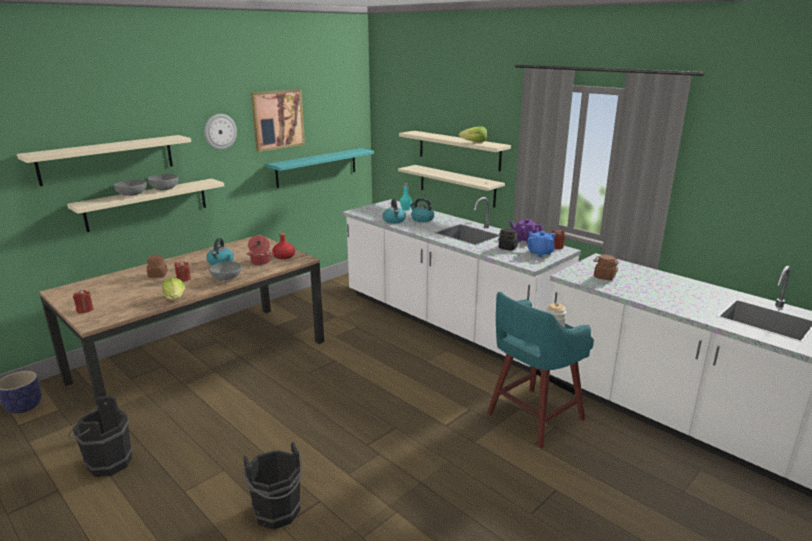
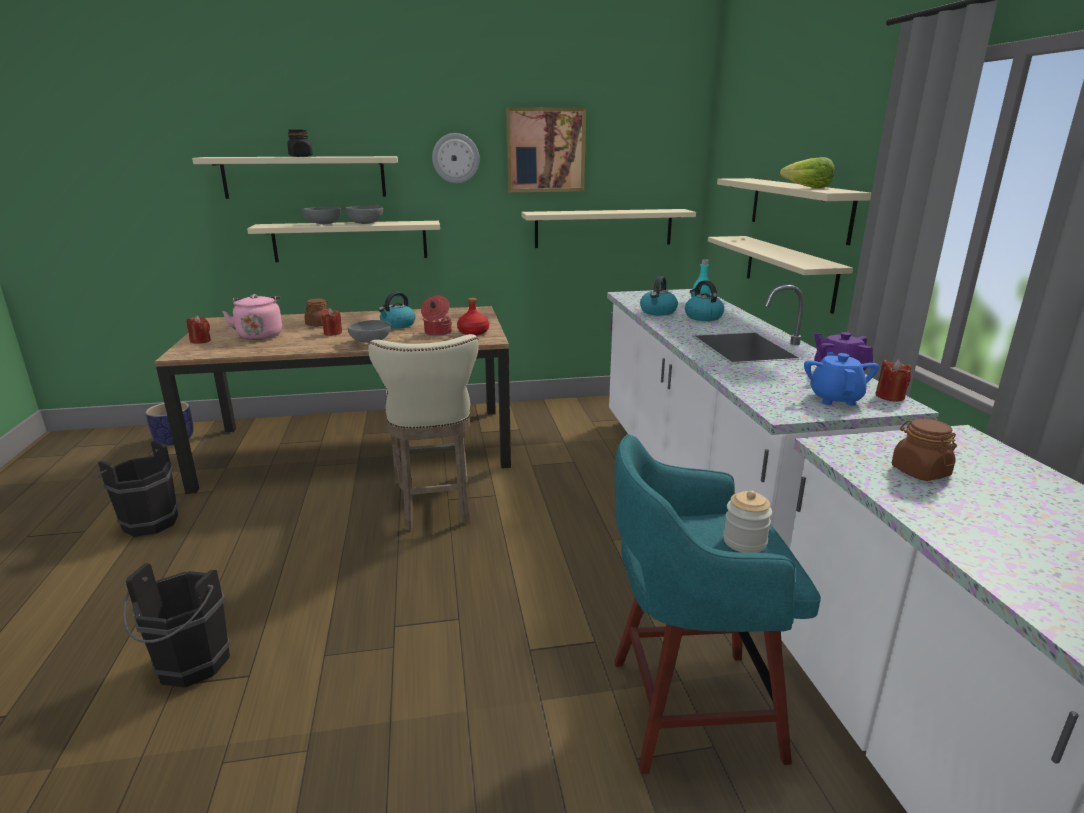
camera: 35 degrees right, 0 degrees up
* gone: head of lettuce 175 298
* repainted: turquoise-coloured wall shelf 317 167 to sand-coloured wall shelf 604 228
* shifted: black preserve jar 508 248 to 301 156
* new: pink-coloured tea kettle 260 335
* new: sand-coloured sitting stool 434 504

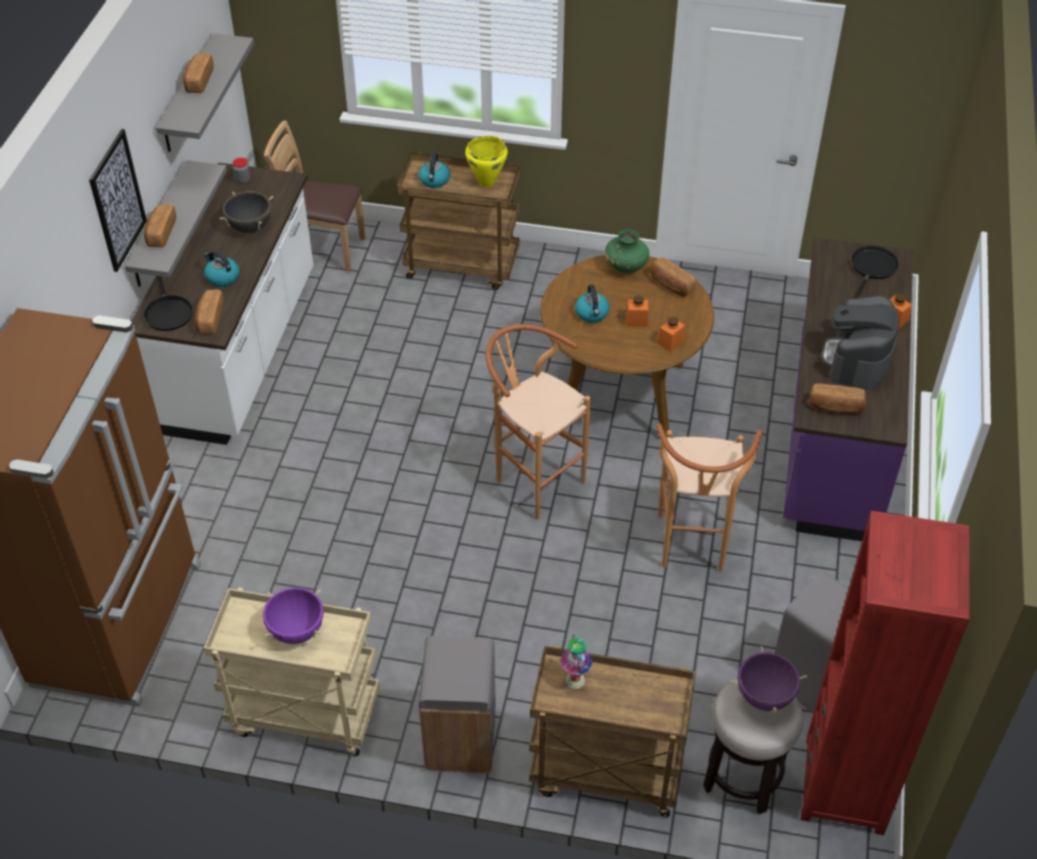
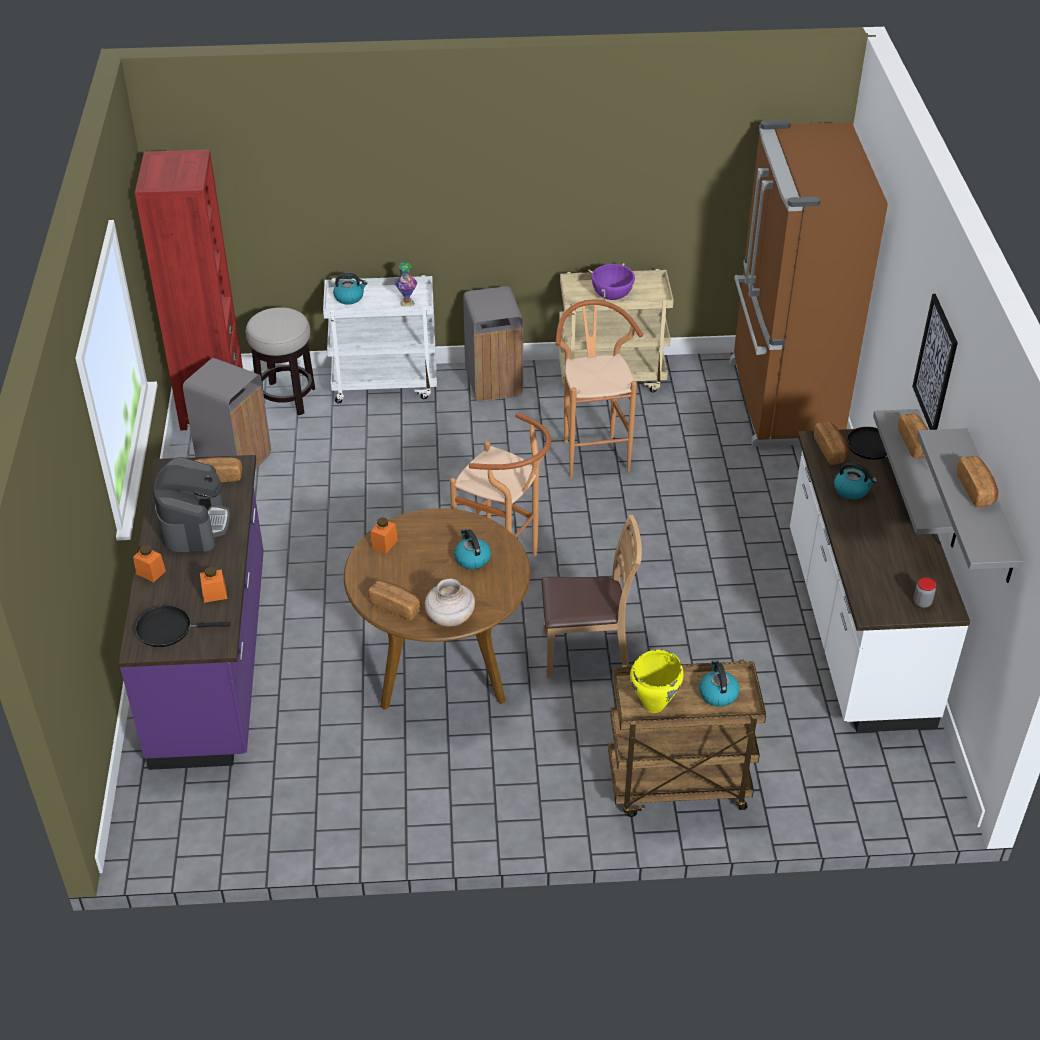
camera: 165 degrees right, 5 degrees down
* gone: black cooking pot 250 227
* shifted: brown upright chair 323 249 to 587 652
* repainted: brown cart 605 774 to whitish cart 385 384
* repainted: green vase 626 266 to sand-coloured vase 450 618
* shifted: orangey preserve jar 636 320 to 214 594
* shifted: brown sitting stool 692 550 to 592 451
* gone: purplish cooking pot 764 696
* rotated: black frying pan 872 268 = 169 629 75 degrees clockwise
* new: tea kettle 349 297

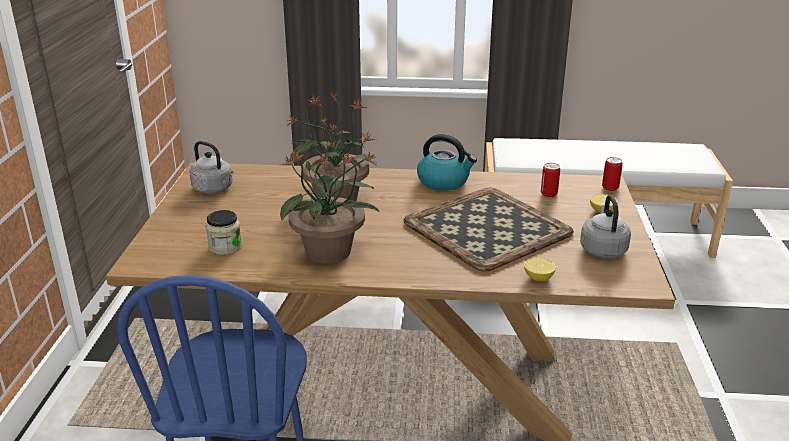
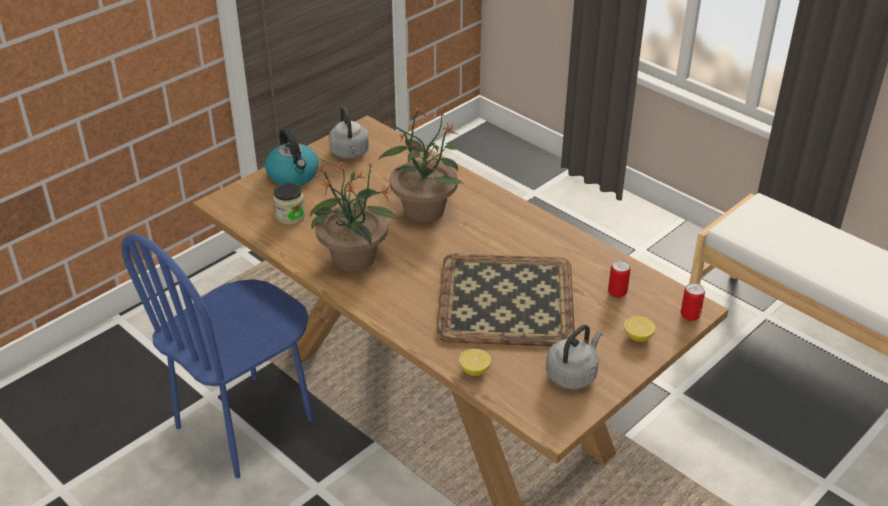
camera: 40 degrees right, 10 degrees up
* shifted: tea kettle 444 181 to 293 175

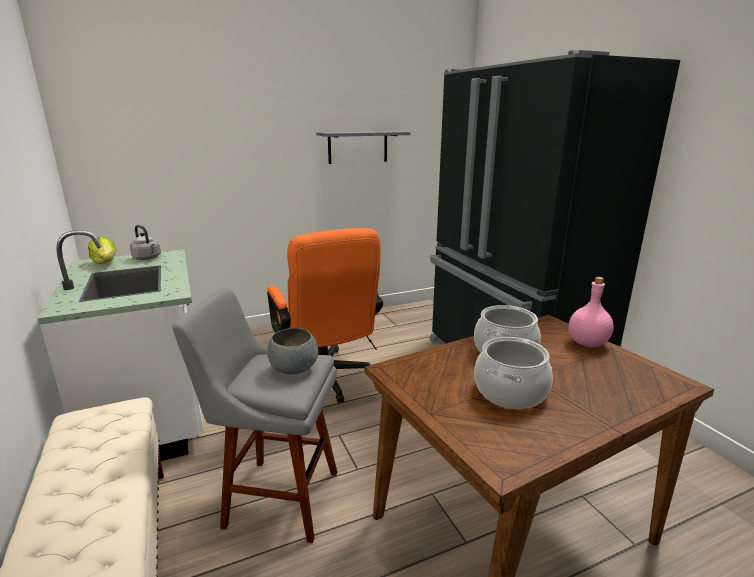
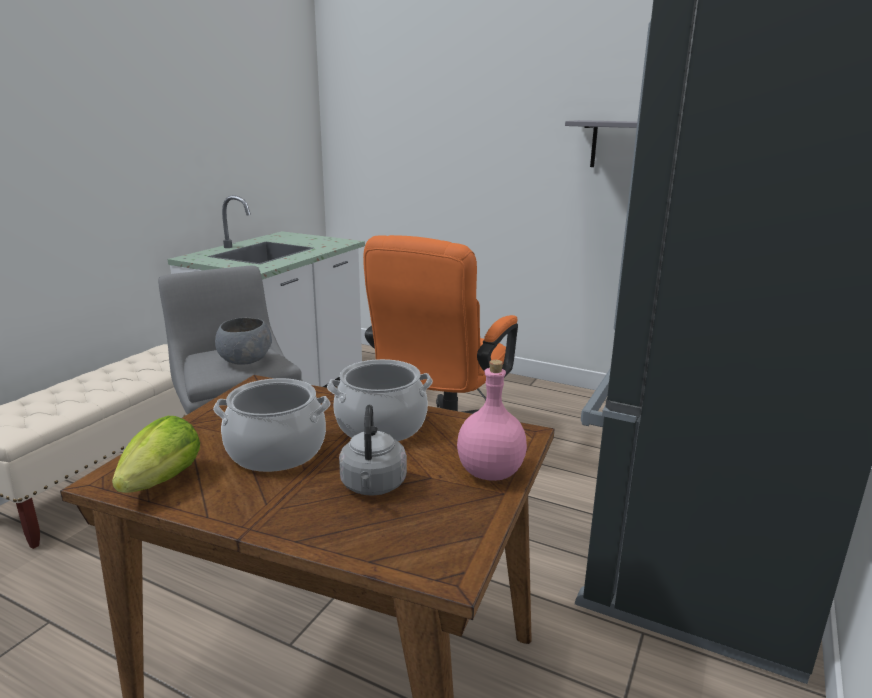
camera: 50 degrees right, 0 degrees up
* shifted: head of lettuce 106 263 to 163 481
* shifted: gray tea kettle 148 258 to 373 486

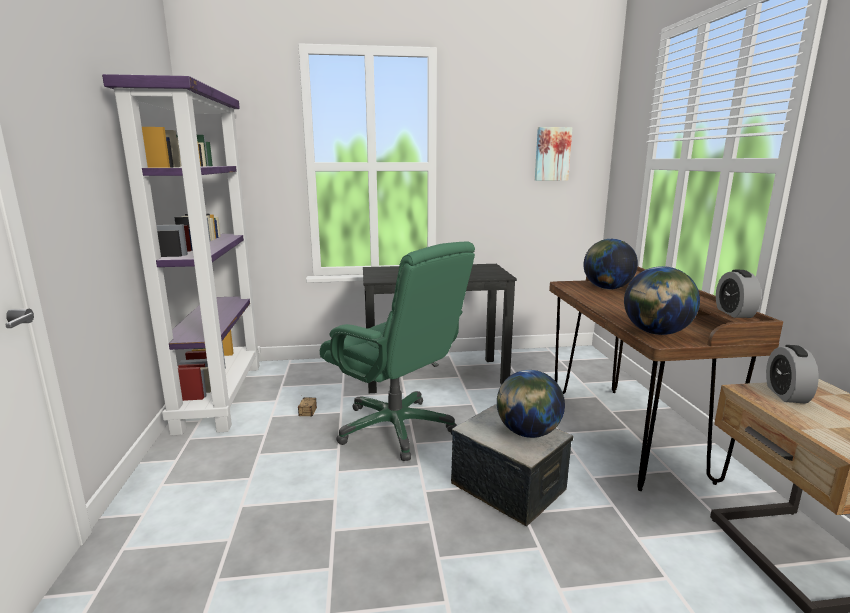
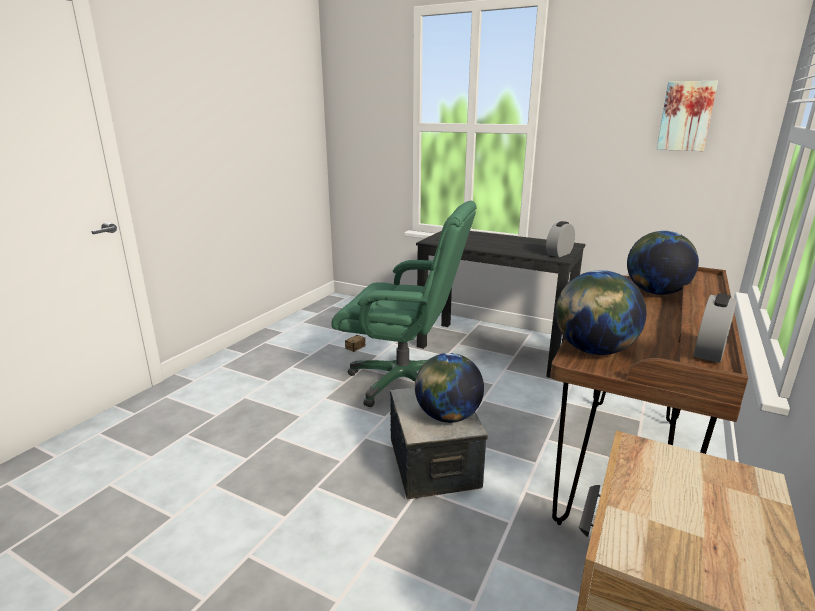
camera: 35 degrees right, 5 degrees up
* gone: purplish bookshelf 220 395
* rotated: green desk chair 396 428 = 404 382 60 degrees counterclockwise
* shifted: bedside clock 786 395 to 559 254

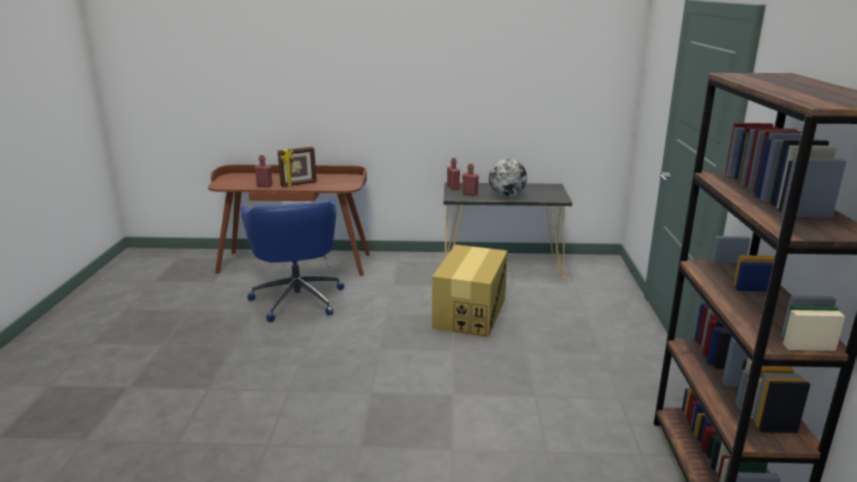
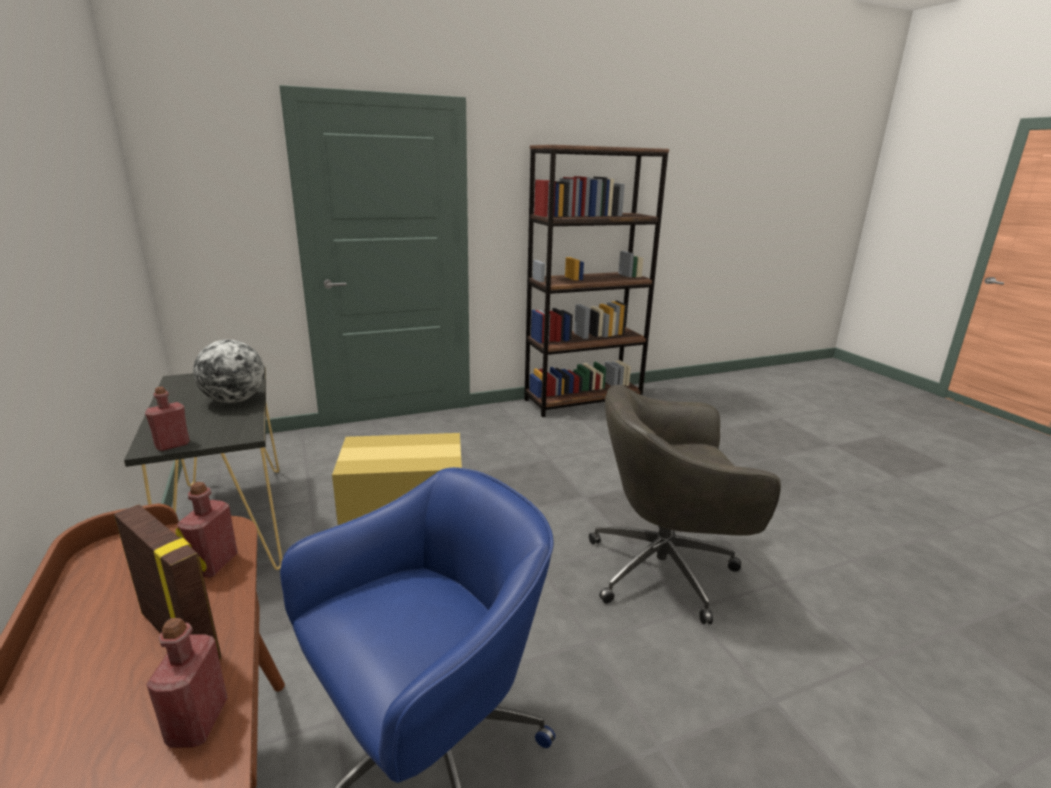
camera: 115 degrees left, 0 degrees up
* shifted: red-coloured bottle 470 194 to 214 564
* new: gray desk chair 665 569

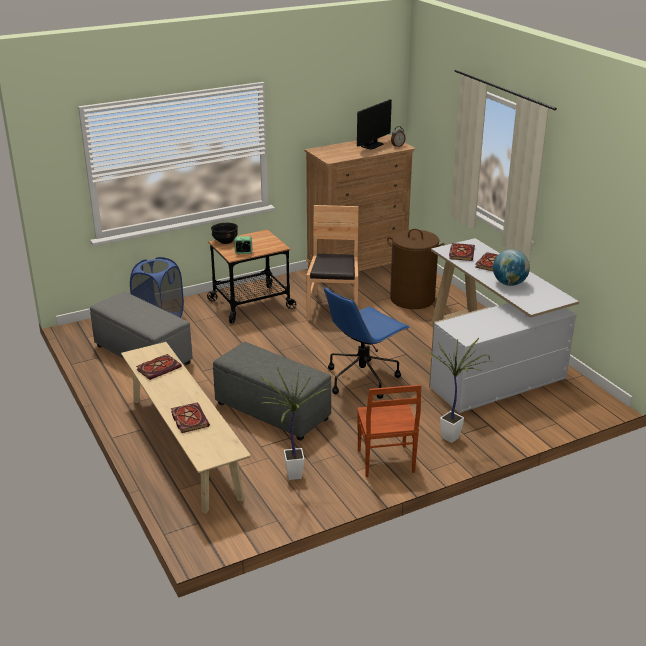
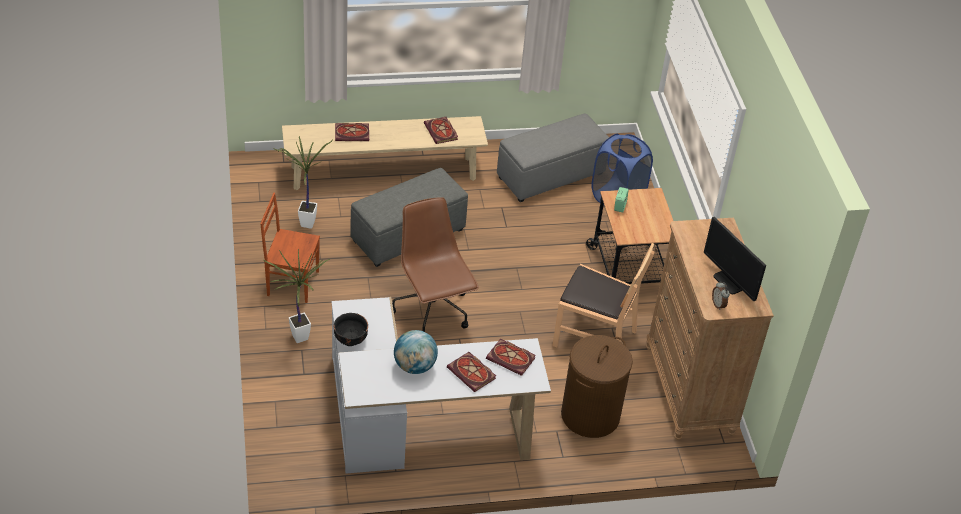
camera: 105 degrees right, 15 degrees up
* shifted: black deep dish 225 241 to 350 339
* repainted: blue-coloured desk chair 362 378 to brown desk chair 432 312

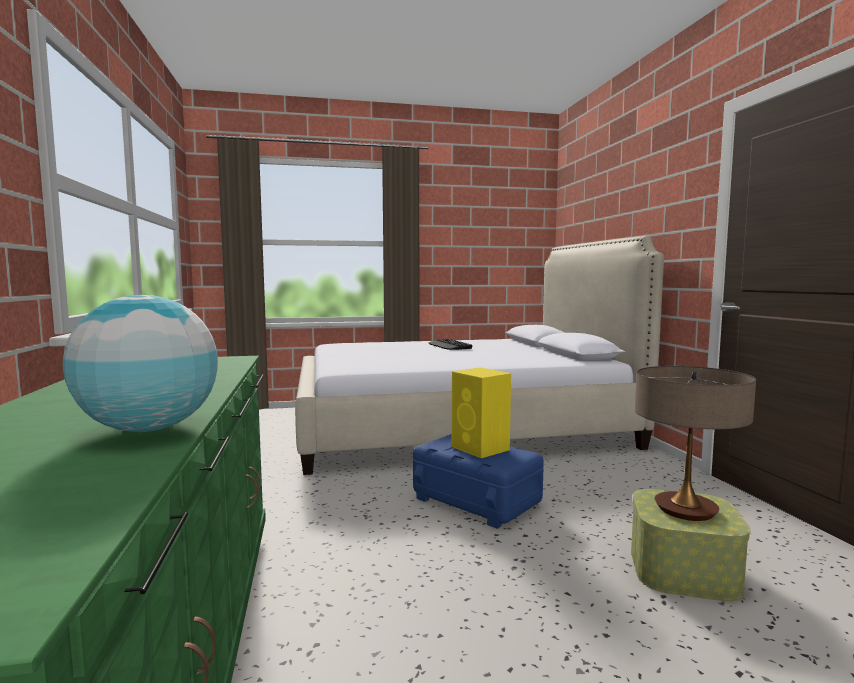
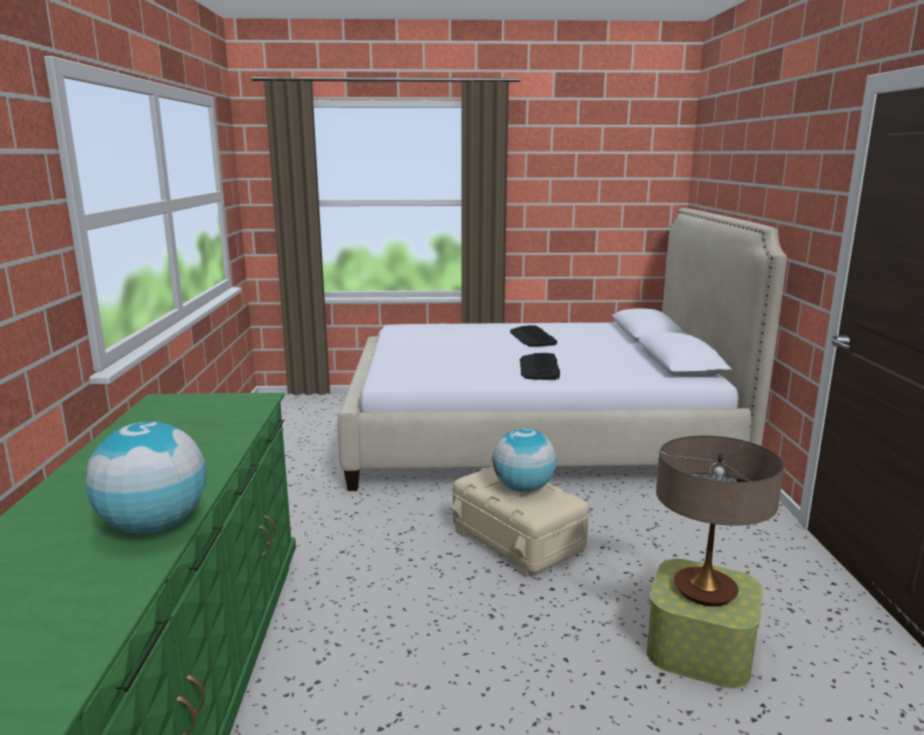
camera: 10 degrees right, 10 degrees up
* repainted: blue-coloured storage bin 476 500 to sand-coloured storage bin 518 540
* swapped: yellow-coloured loudspeaker 481 448 to desk globe 523 488
* new: keyboard 539 368

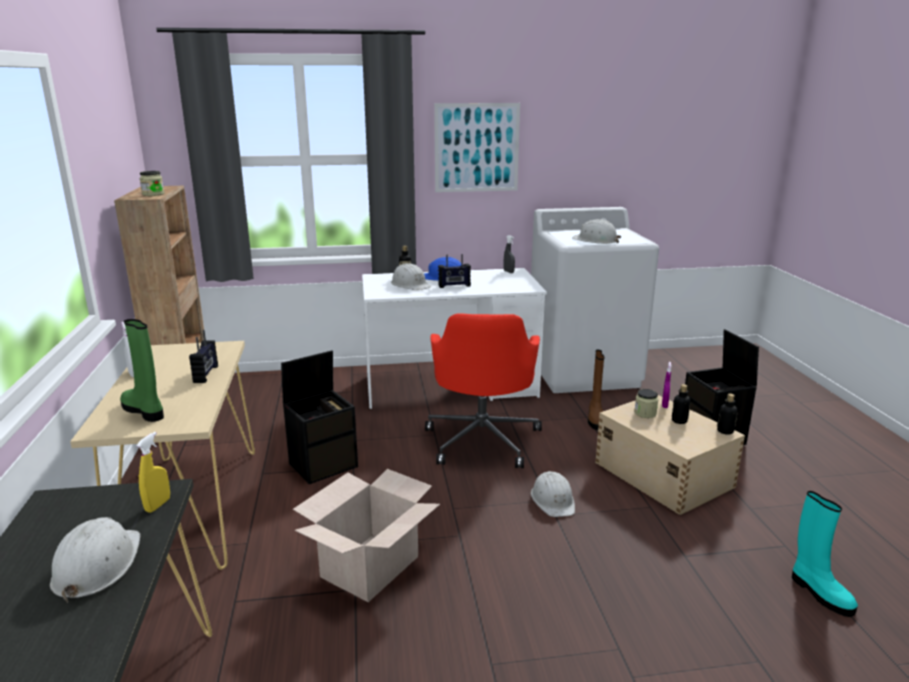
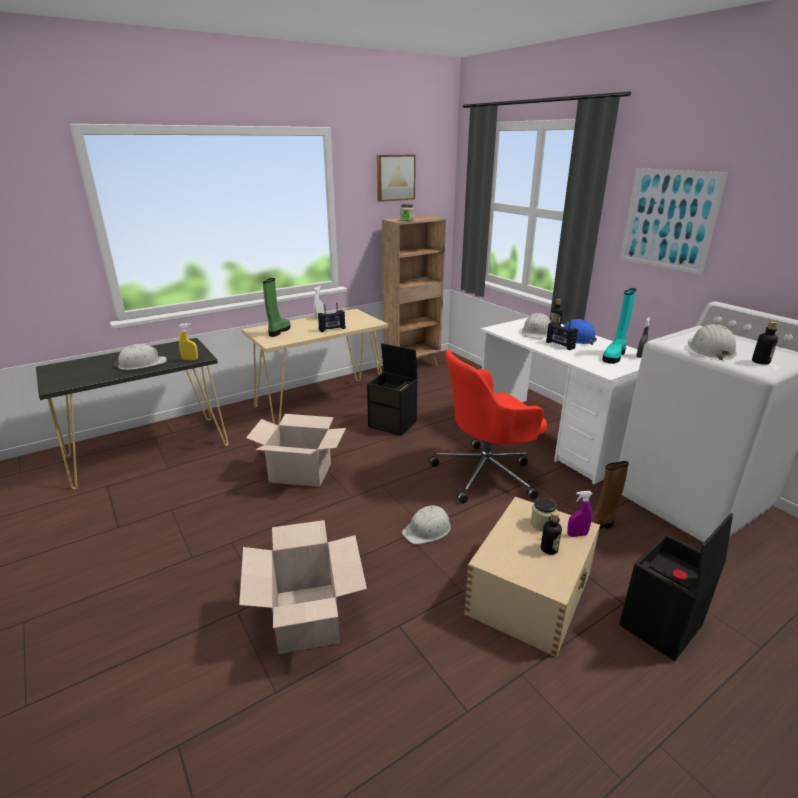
camera: 65 degrees right, 5 degrees up
* shifted: bottle 725 431 to 760 362
* shifted: turquoise-coloured high-top boot 819 593 to 614 356
* new: cardboard box 306 617
* new: wall picture 395 177

